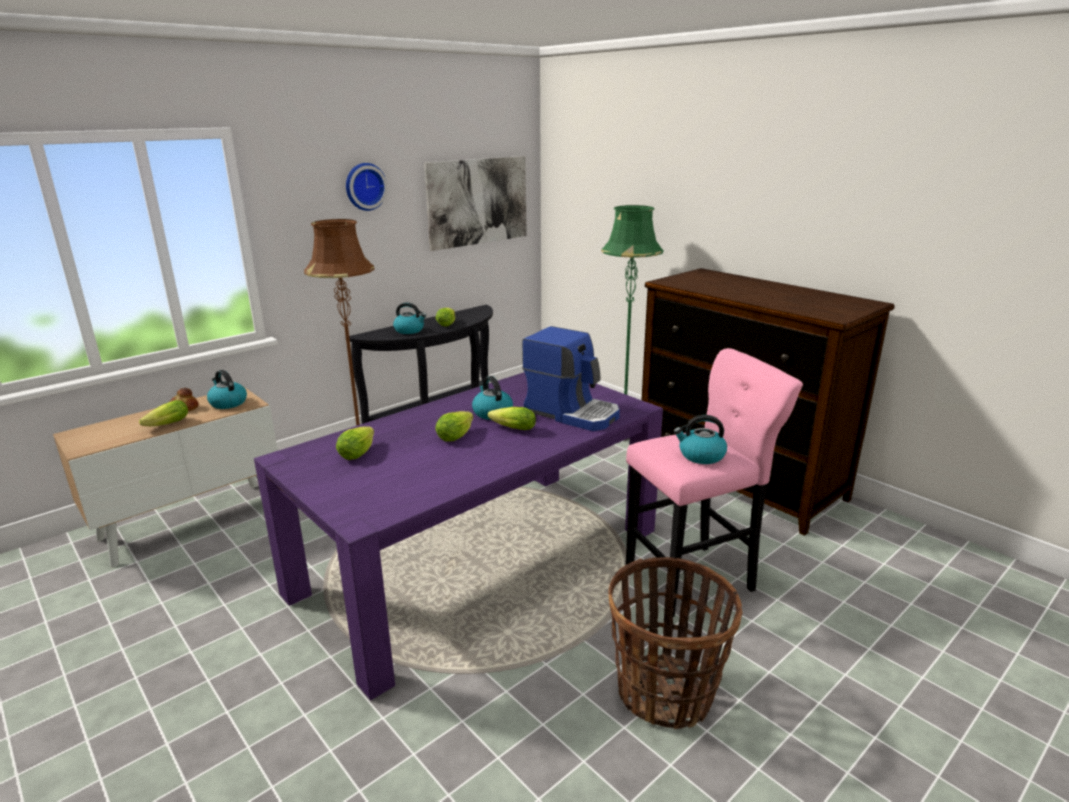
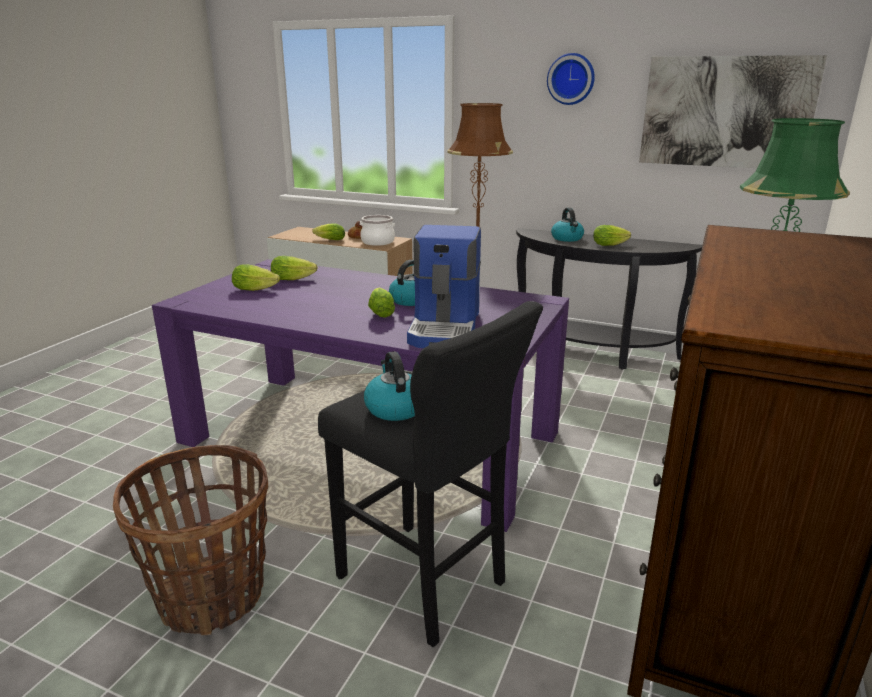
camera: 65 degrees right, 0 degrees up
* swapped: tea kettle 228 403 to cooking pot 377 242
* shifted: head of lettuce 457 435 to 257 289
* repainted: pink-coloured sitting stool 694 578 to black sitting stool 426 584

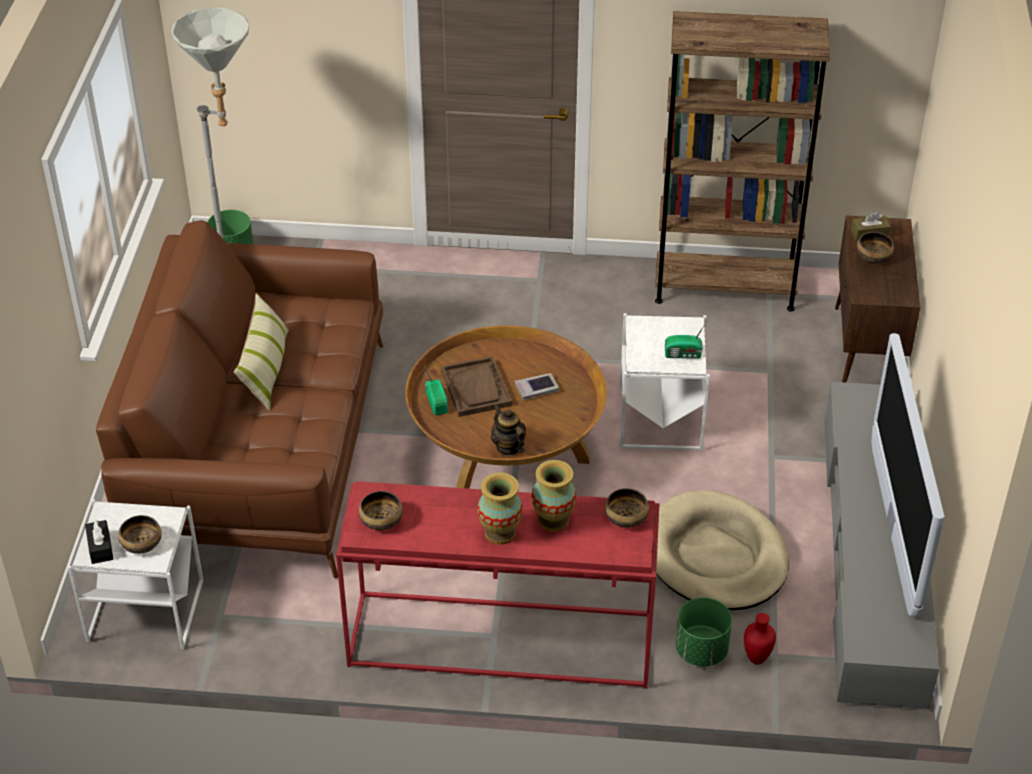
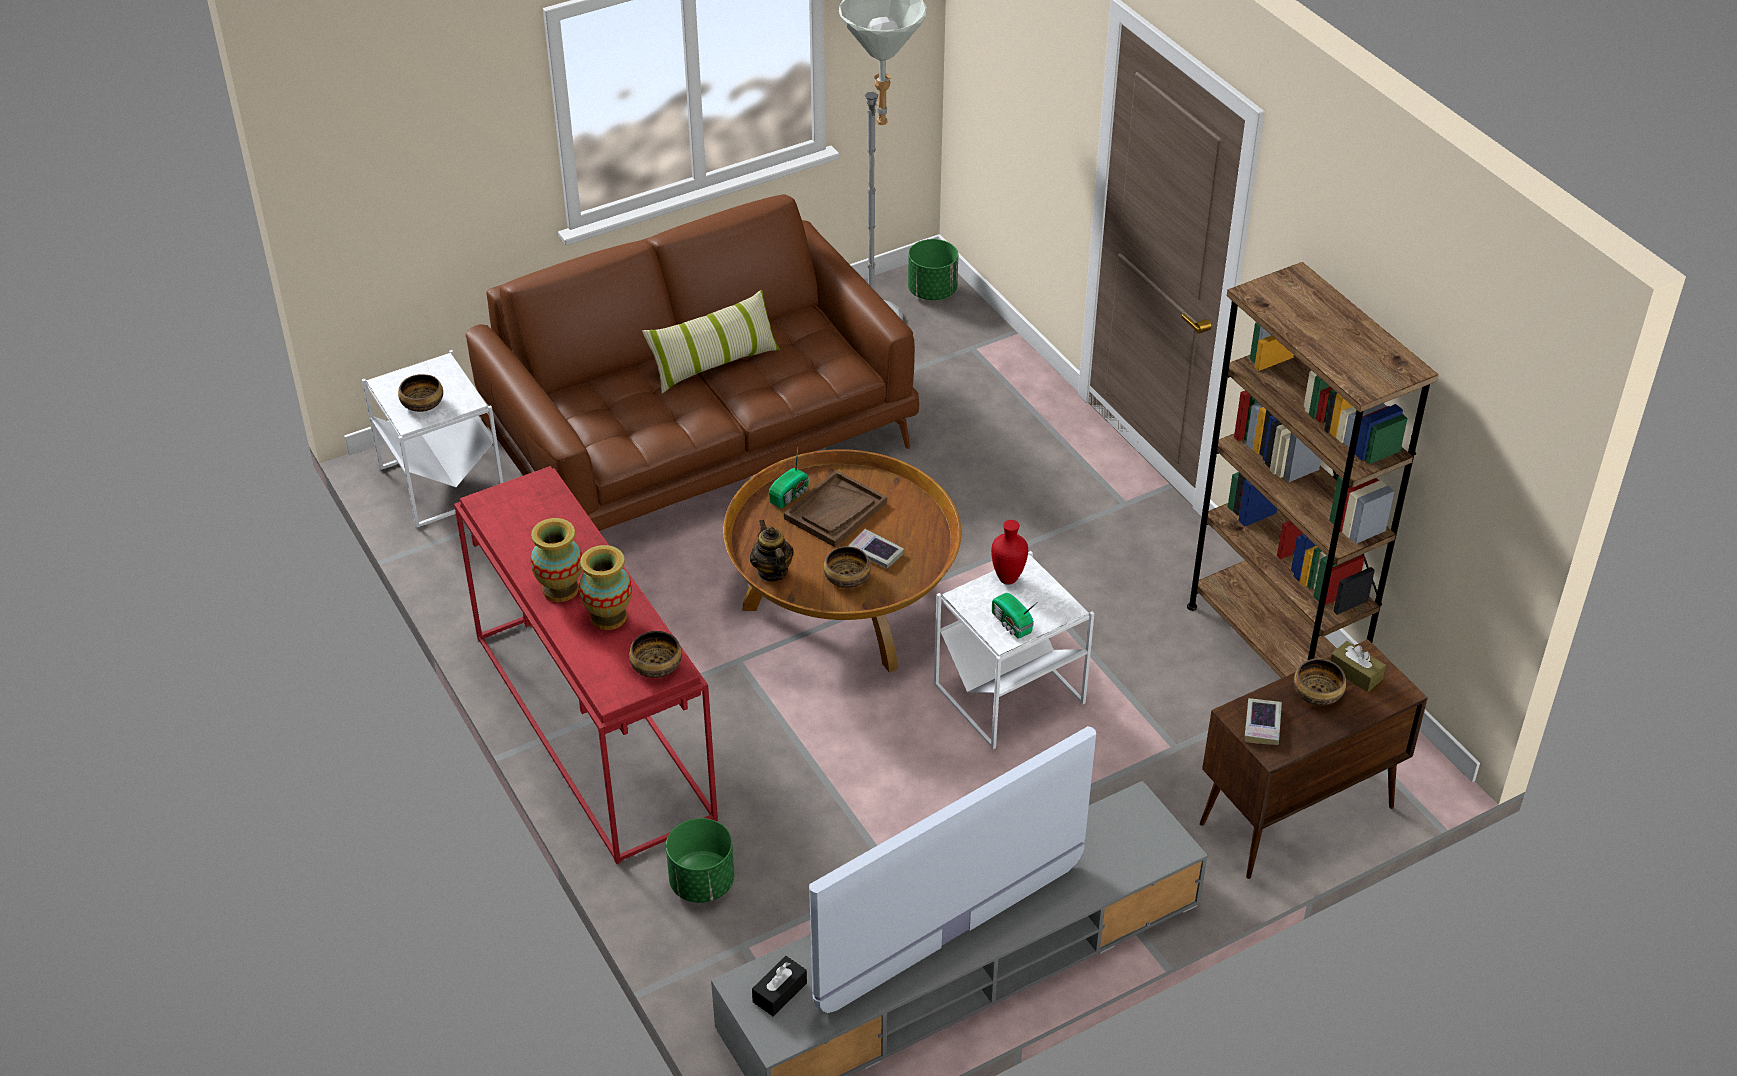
camera: 55 degrees right, 0 degrees up
* shifted: black tissue holder 100 547 to 779 992
* shifted: deep dish 381 520 to 846 578
* rotated: teapot 508 447 = 772 572 45 degrees counterclockwise
* gone: sand-coloured pet bed 715 556
* shifted: red-coloured vase 756 660 to 1006 579
* new: bound book 1262 725

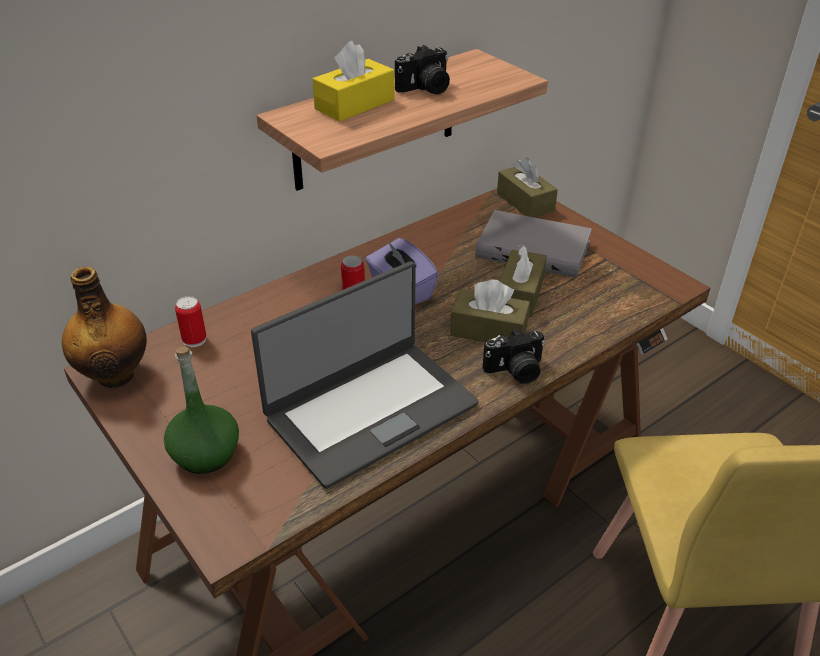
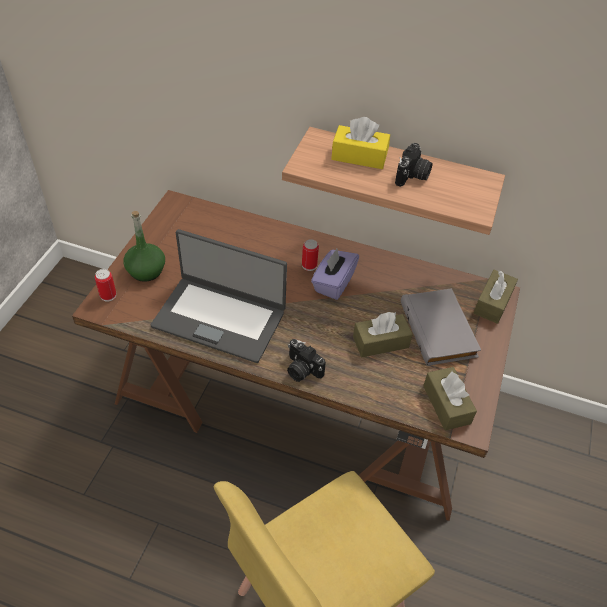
camera: 55 degrees right, 10 degrees up
* gone: bottle 115 374
* shifted: can 194 340 to 108 295
* rotated: photo camera 425 89 = 412 176 90 degrees counterclockwise
* shifted: brown tissue holder 488 330 to 446 404

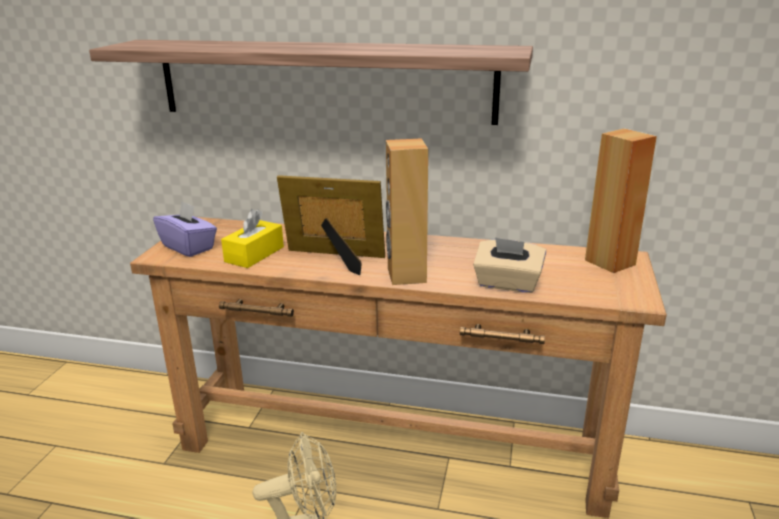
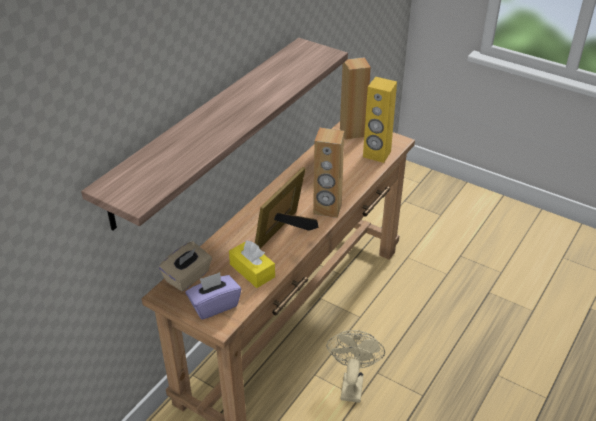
camera: 70 degrees left, 15 degrees up
* shifted: sand-coloured tissue holder 507 284 to 188 277
* new: yellow-coloured loudspeaker 376 154

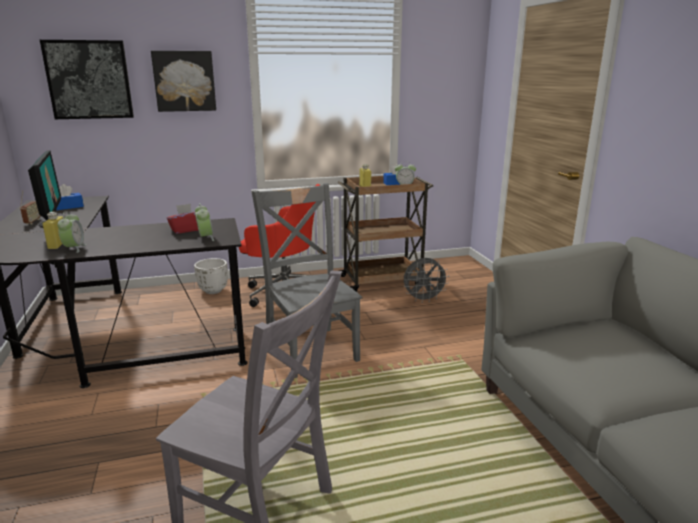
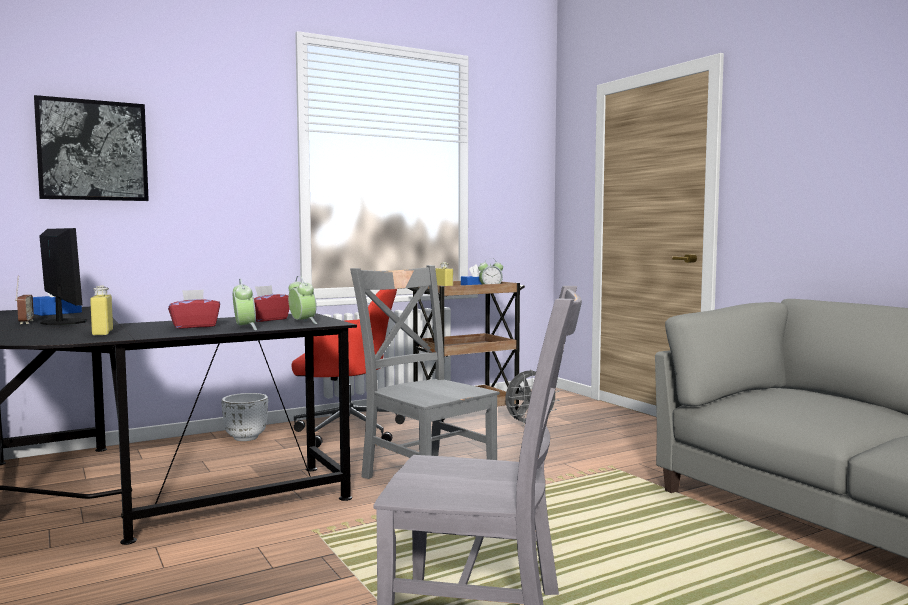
camera: 15 degrees left, 15 degrees down
* shifted: bedside clock 74 248 to 244 328
* gone: wall picture 184 81
* new: red-coloured tissue holder 194 326

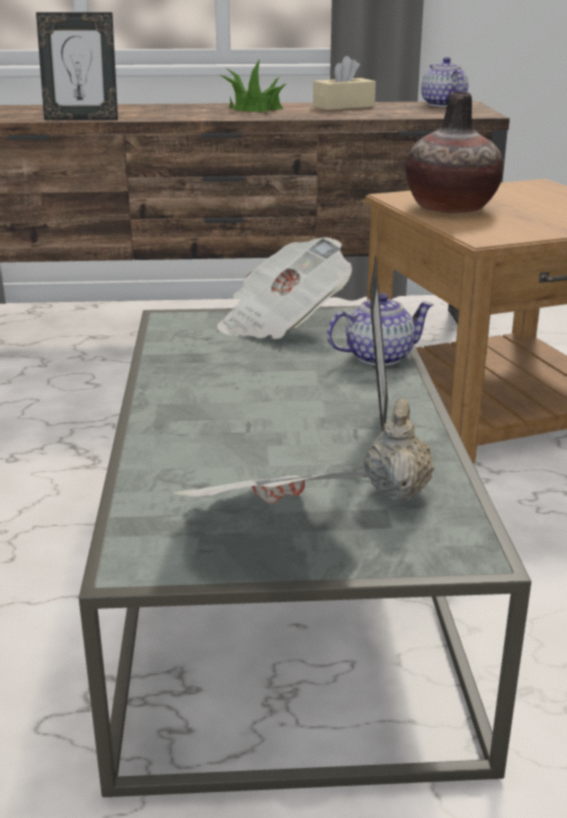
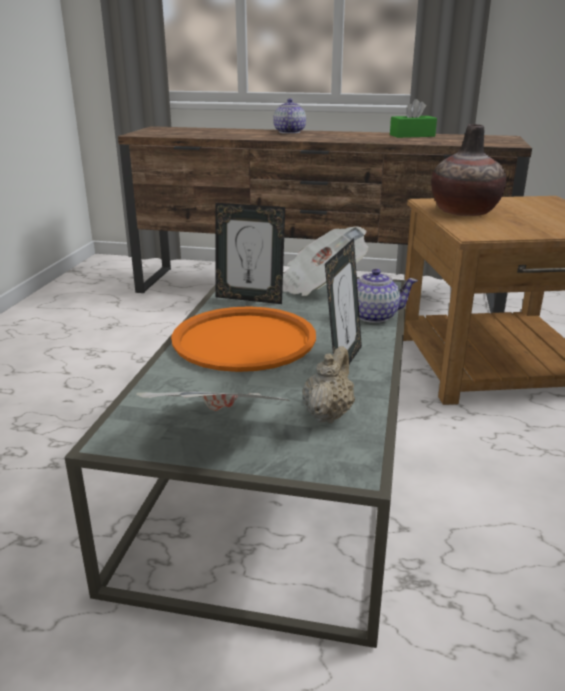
camera: 15 degrees right, 0 degrees up
* shifted: picture frame 82 119 to 250 298
* gone: potted plant 254 108
* repainted: sand-coloured tissue holder 343 106 to green tissue holder 412 135
* shifted: teapot 443 105 to 289 132
* new: orangey carrying tray 244 340

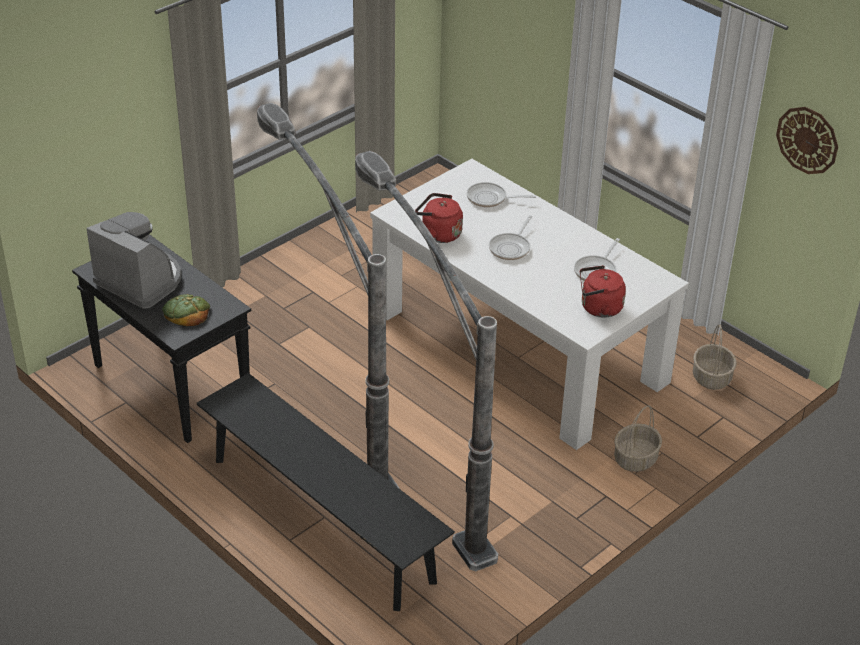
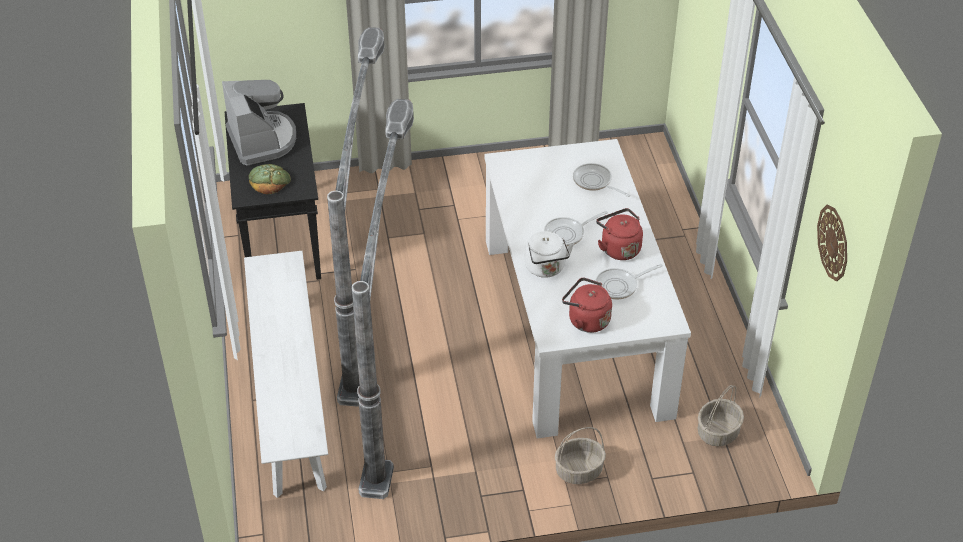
camera: 35 degrees right, 5 degrees up
* repainted: black long seat 321 519 to whitish long seat 289 395
* shifted: red-coloured tea kettle 439 234 to 618 248
* new: whitish tea kettle 546 269

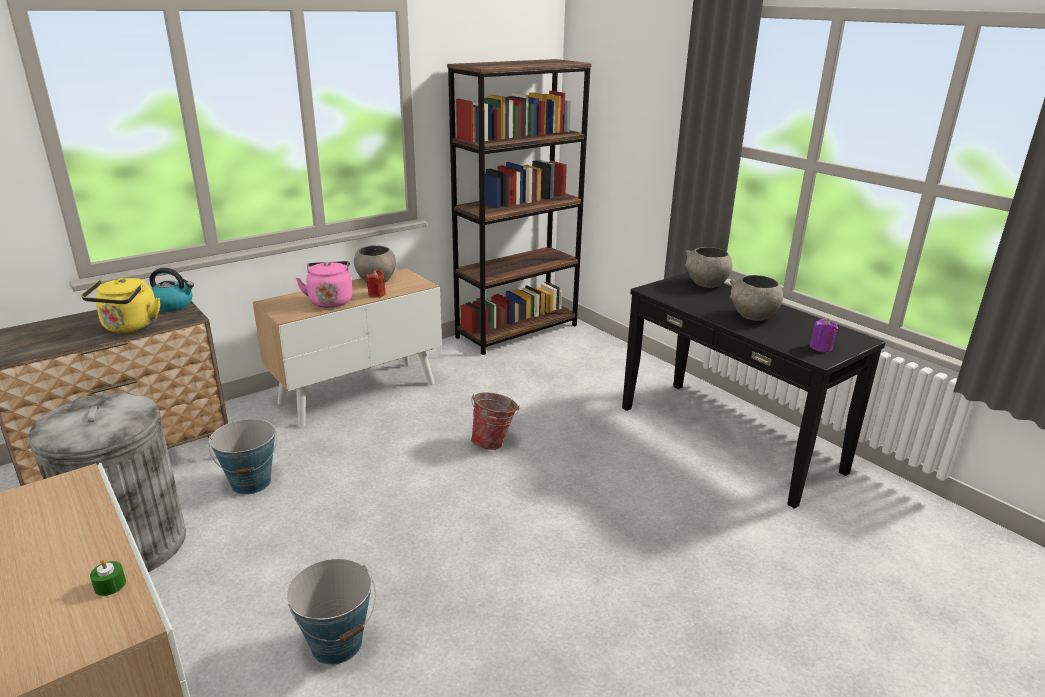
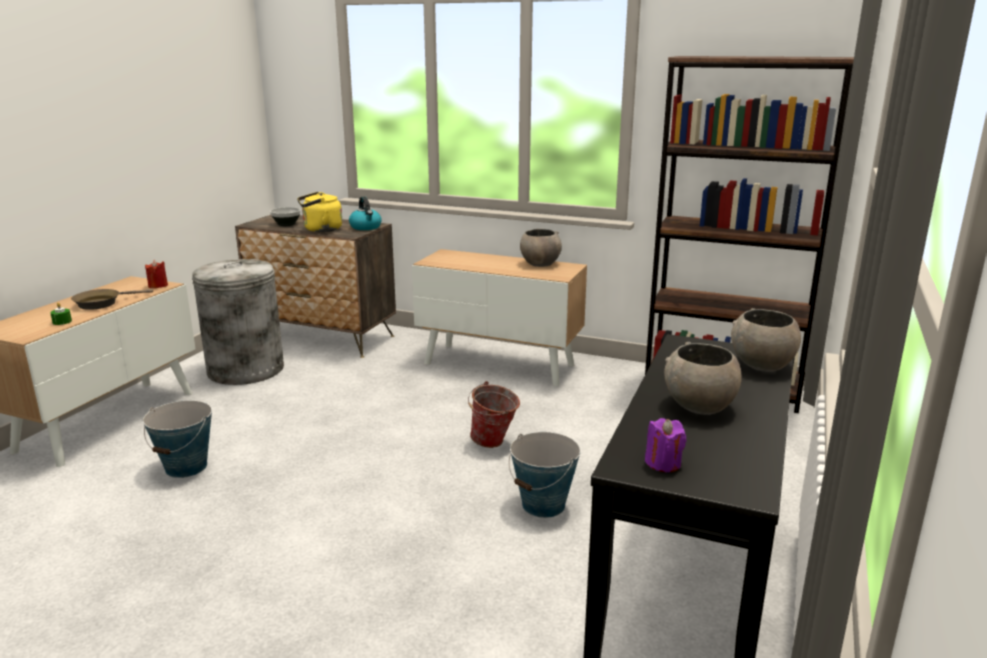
camera: 60 degrees right, 5 degrees down
* shifted: water bucket 251 483 to 543 505
* gone: pink-coloured tea kettle 330 301
* shifted: red-coloured wax candle 376 294 to 158 286
* new: brown frying pan 101 303
* new: deep dish 287 224

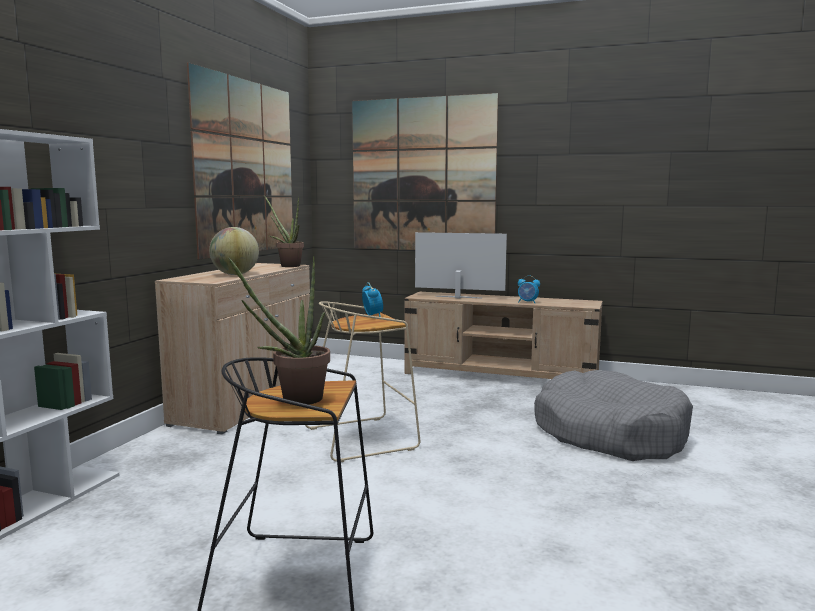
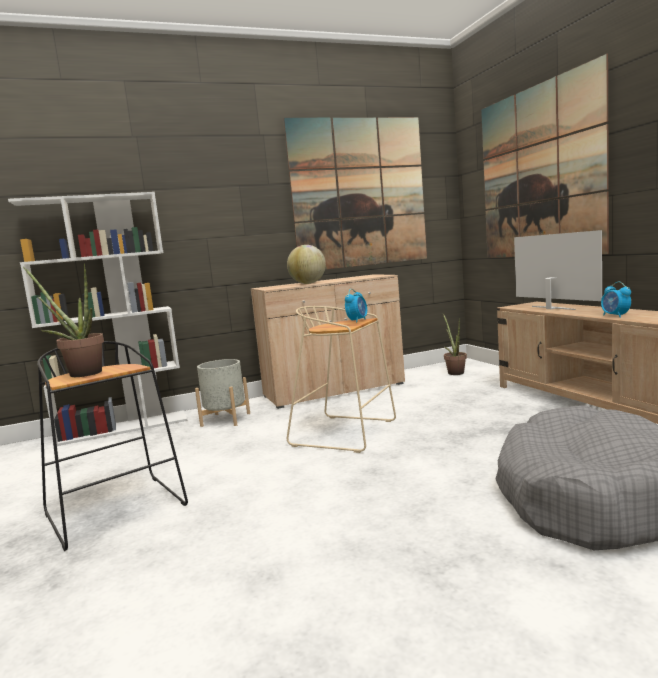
camera: 50 degrees right, 0 degrees up
* shifted: potted plant 287 266 to 454 372
* new: gray flower pot 225 419

